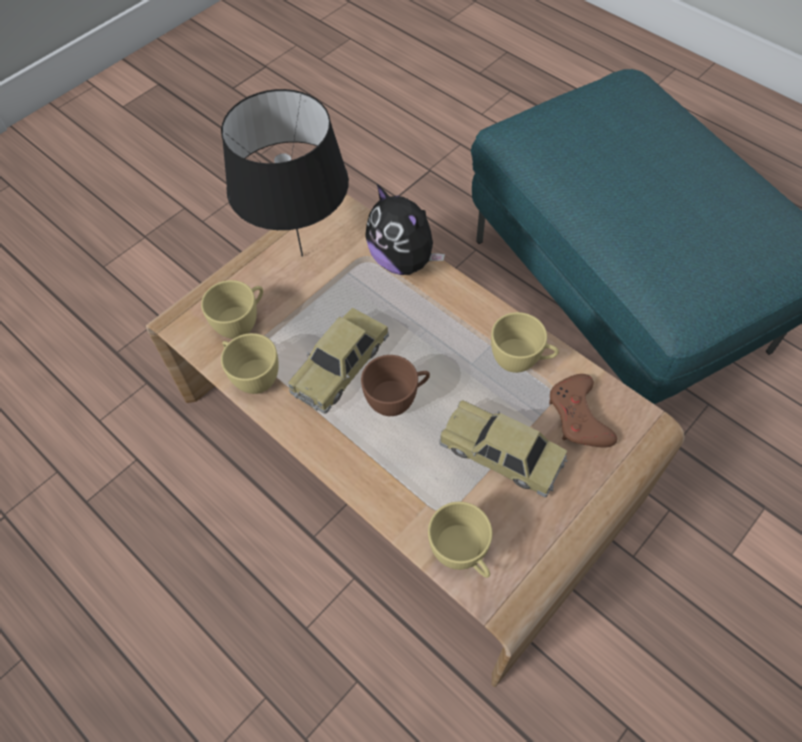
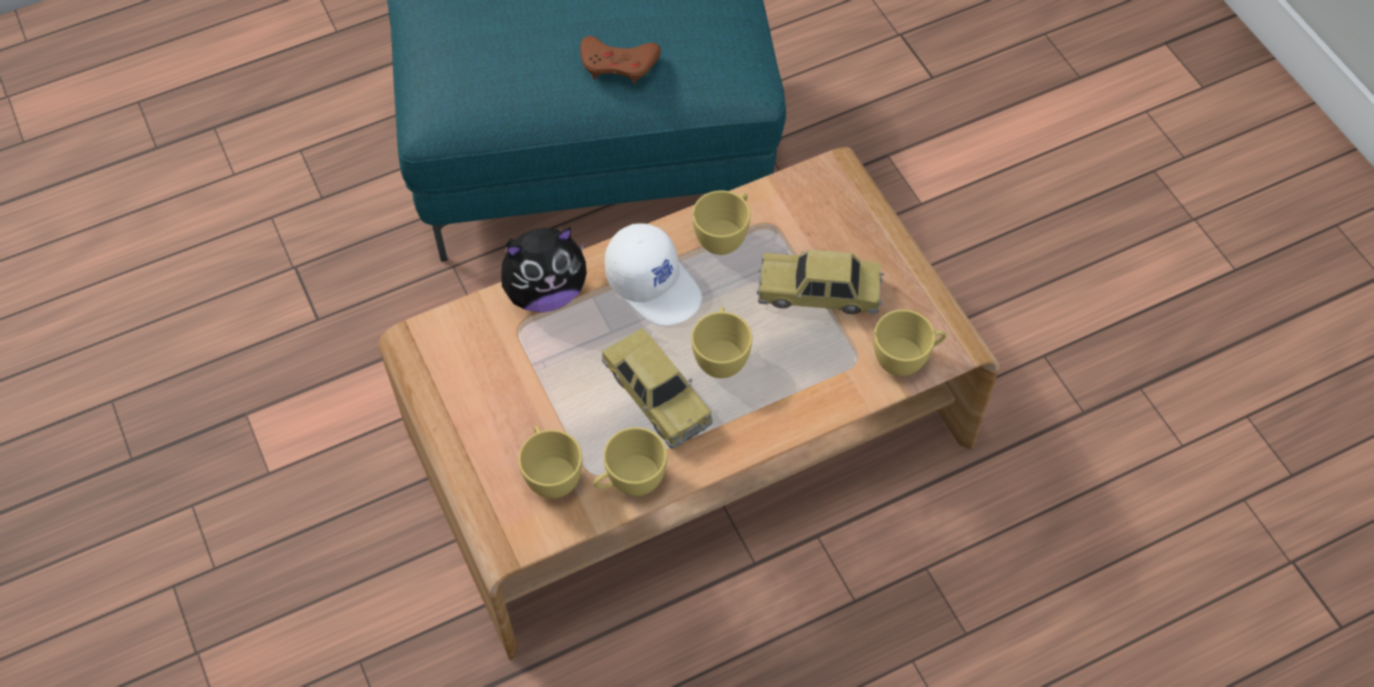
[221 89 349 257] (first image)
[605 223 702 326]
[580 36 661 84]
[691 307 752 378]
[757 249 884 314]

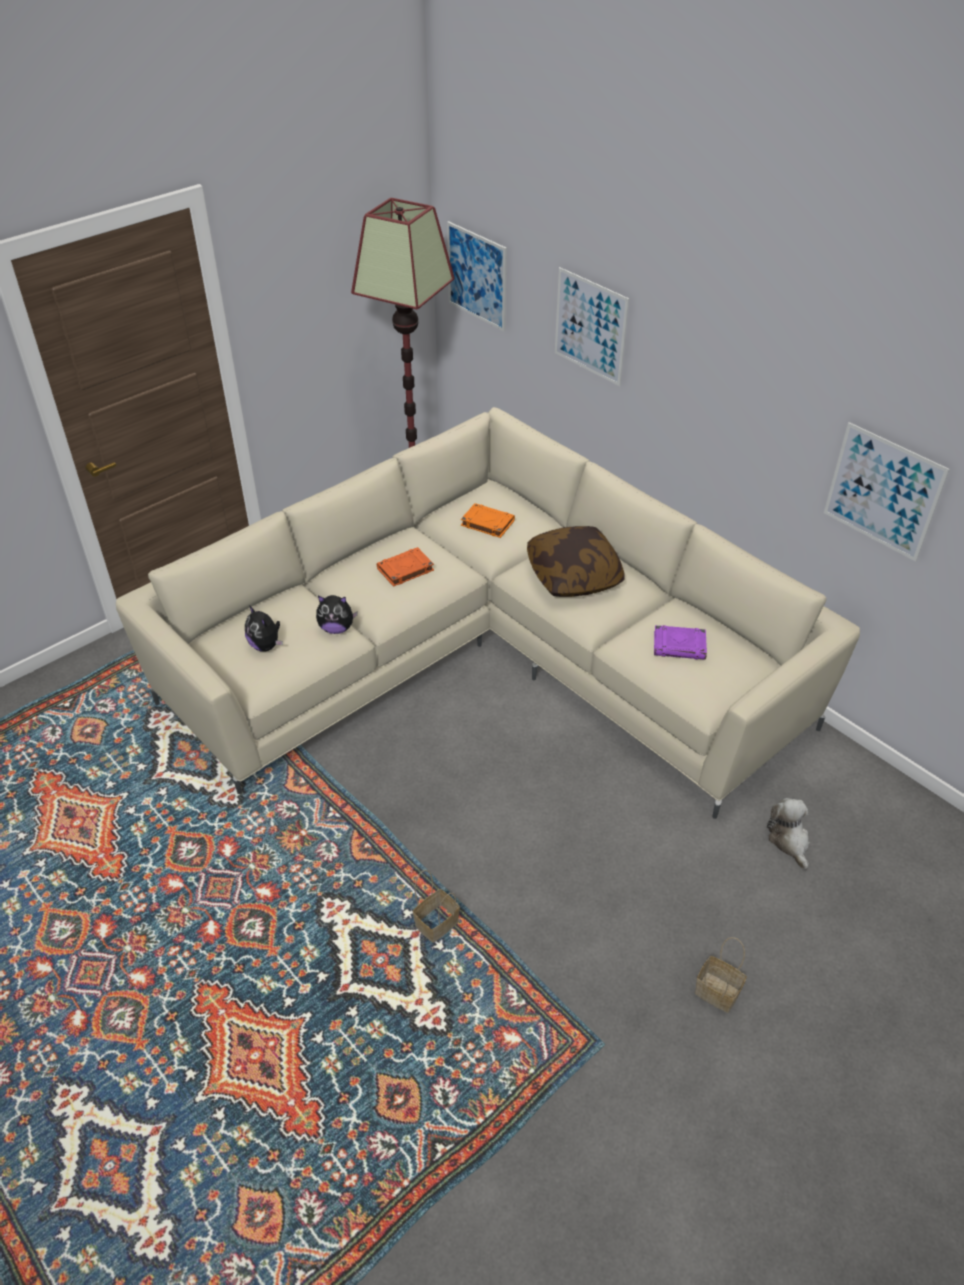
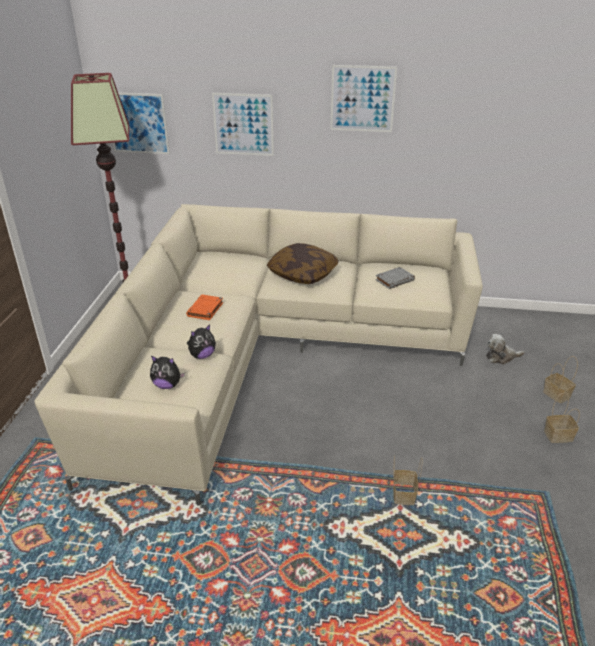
[461 503 515 538] (first image)
[543 356 578 403]
[330 65 397 132]
[375 267 415 289]
[486 334 525 364]

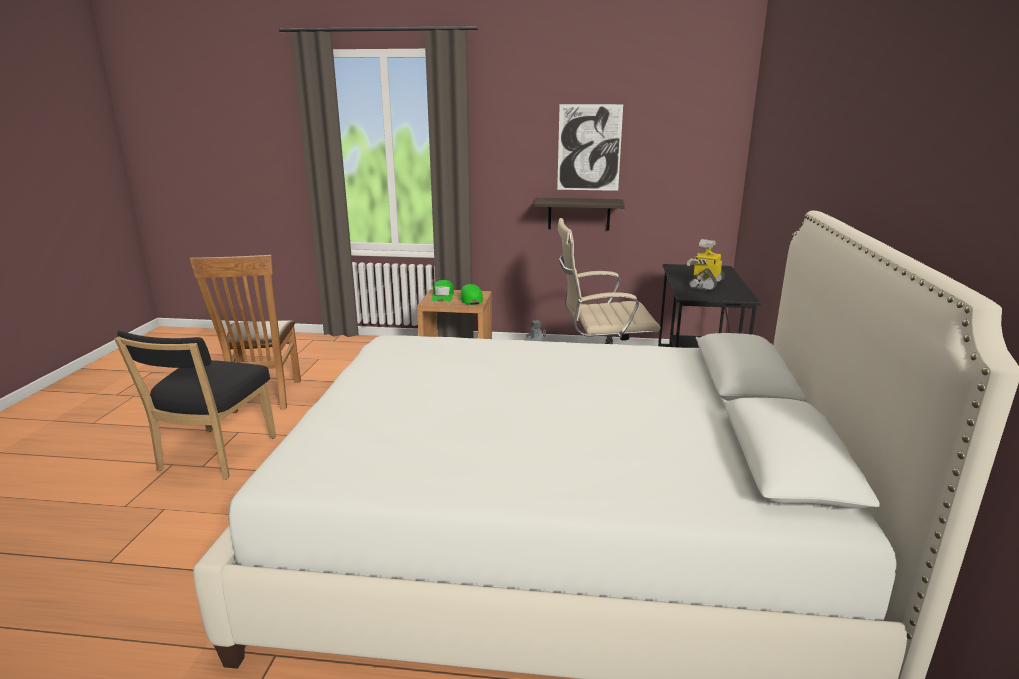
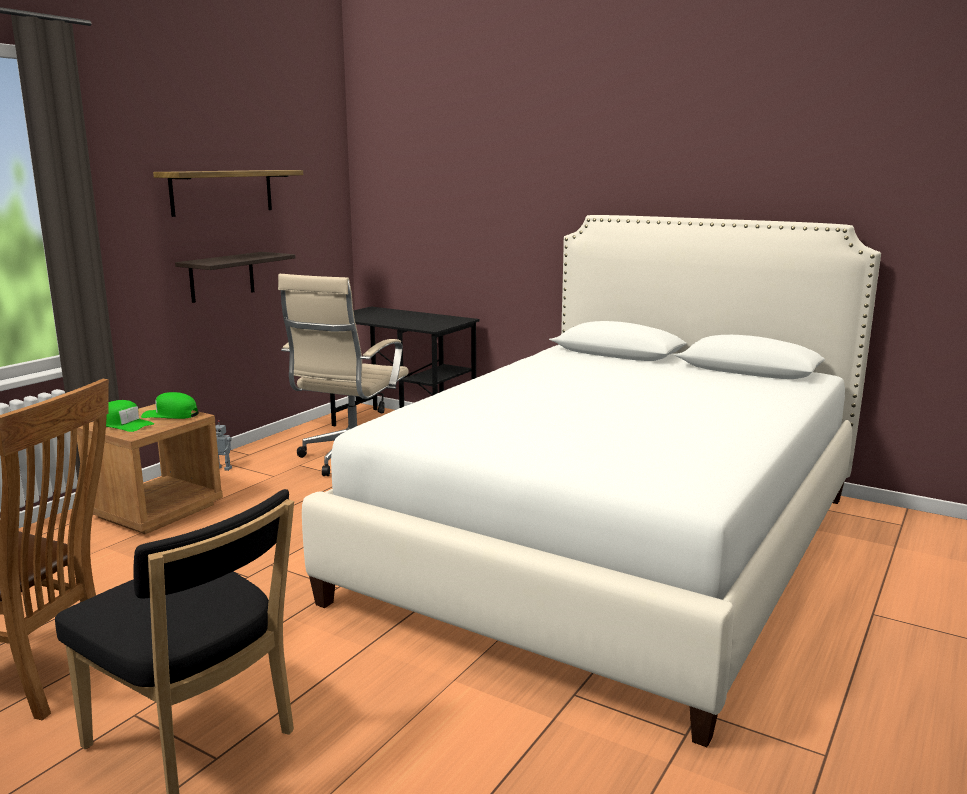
[687 239 724 291] (first image)
[153 170 303 217]

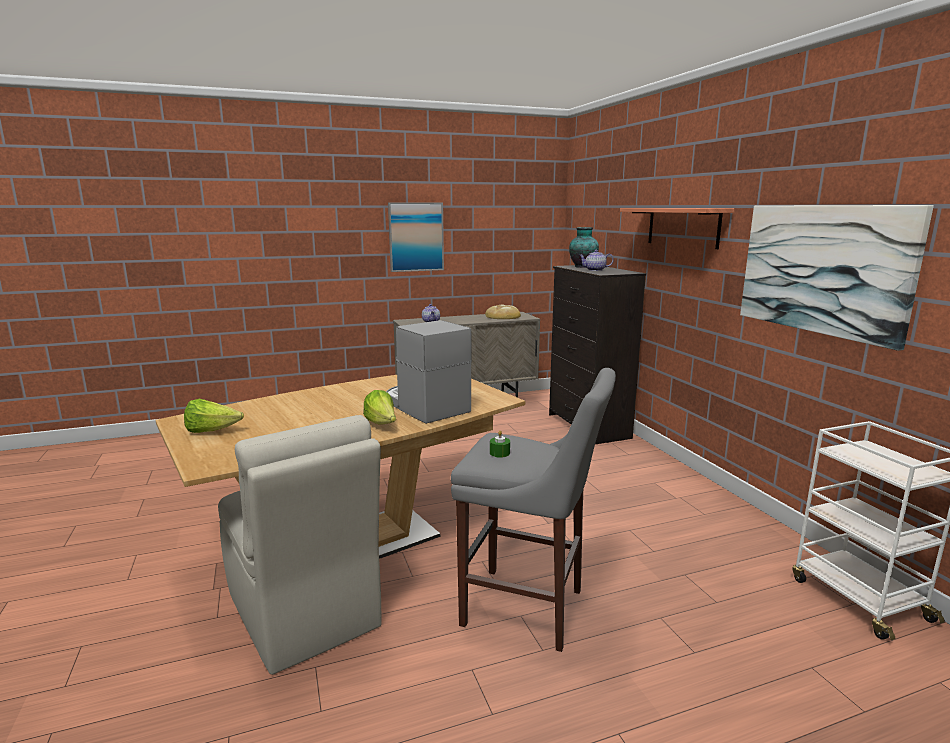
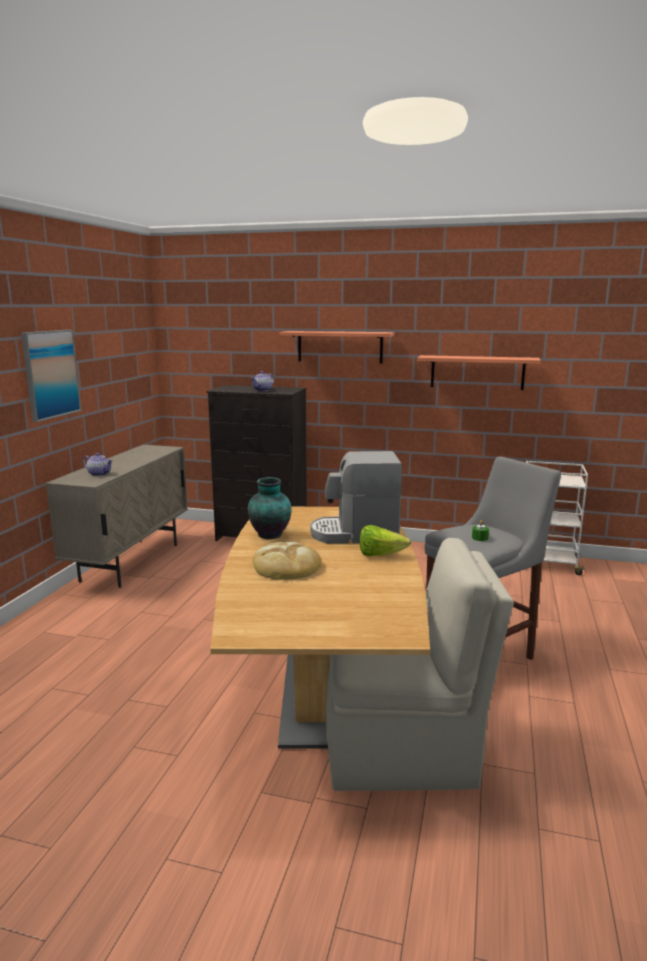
[184 399 244 433] (first image)
[252 542 322 580]
[248 477 291 539]
[417 355 541 390]

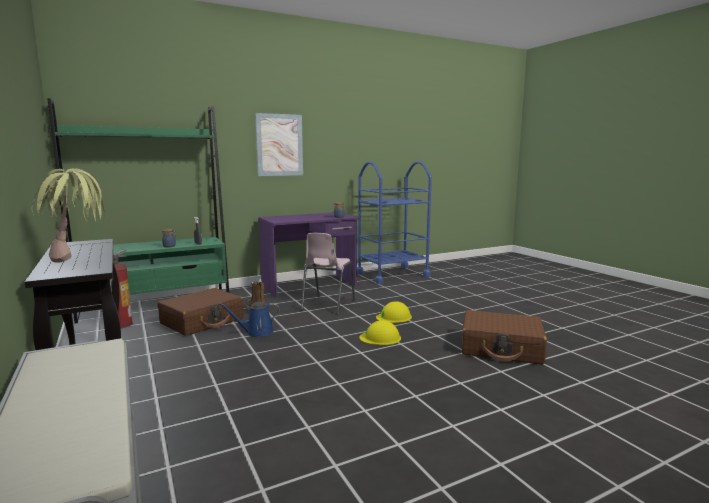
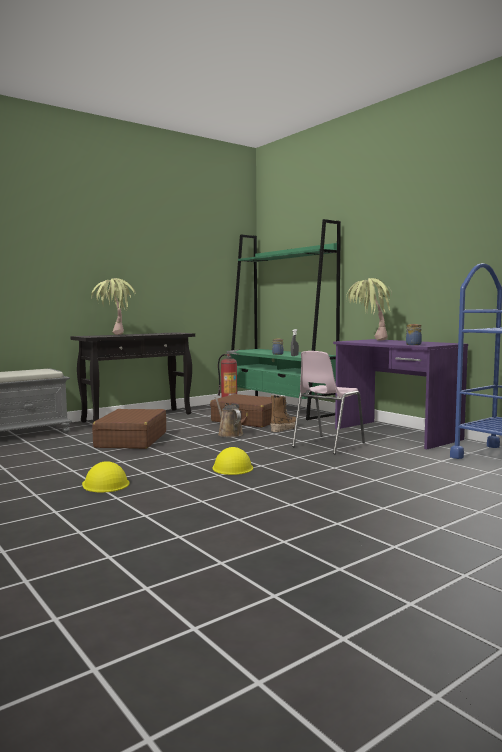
[255 113 303 176] (first image)
[346 278 392 341]
[82 461 129 492]
[92 409 166 449]
[215 397 243 437]
[292 351 365 454]

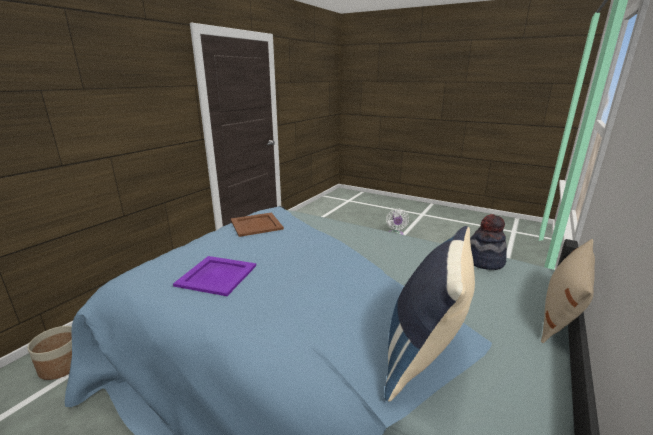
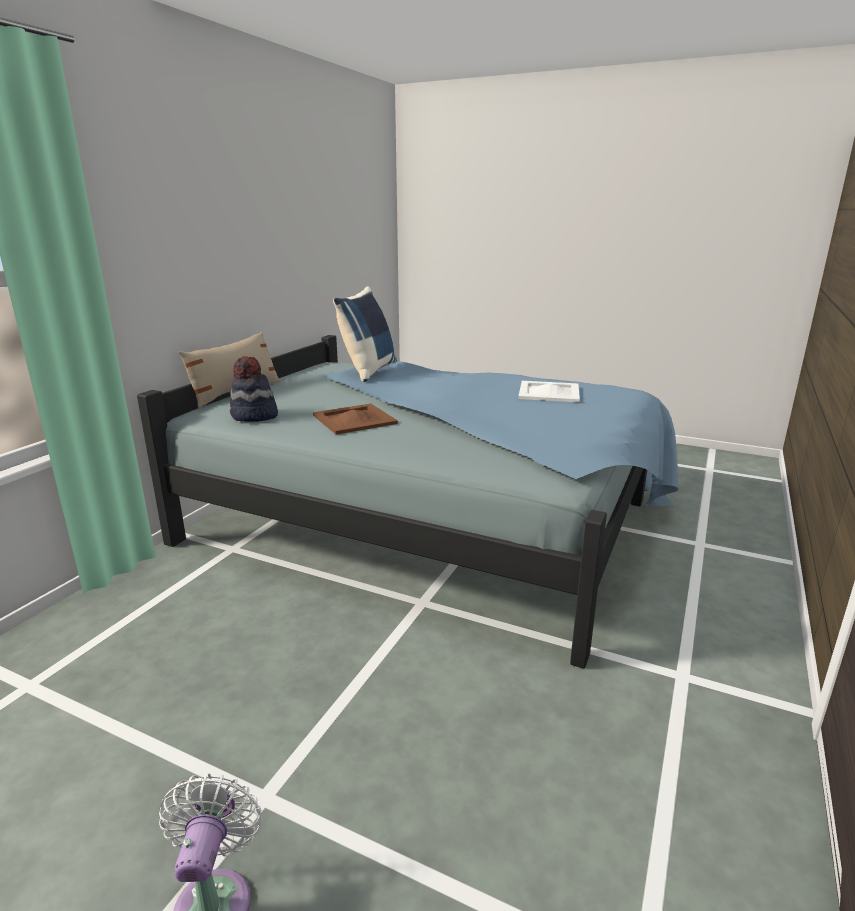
[27 326 72 380] (first image)
[313 404 398 435]
[518 381 580 402]

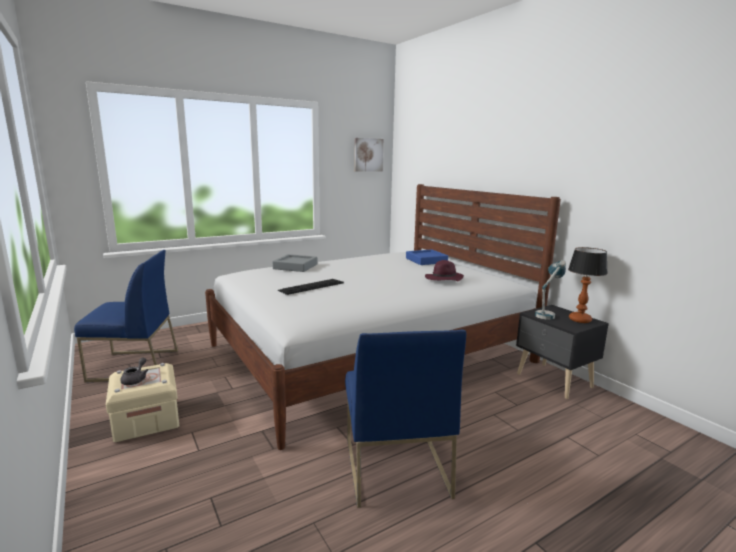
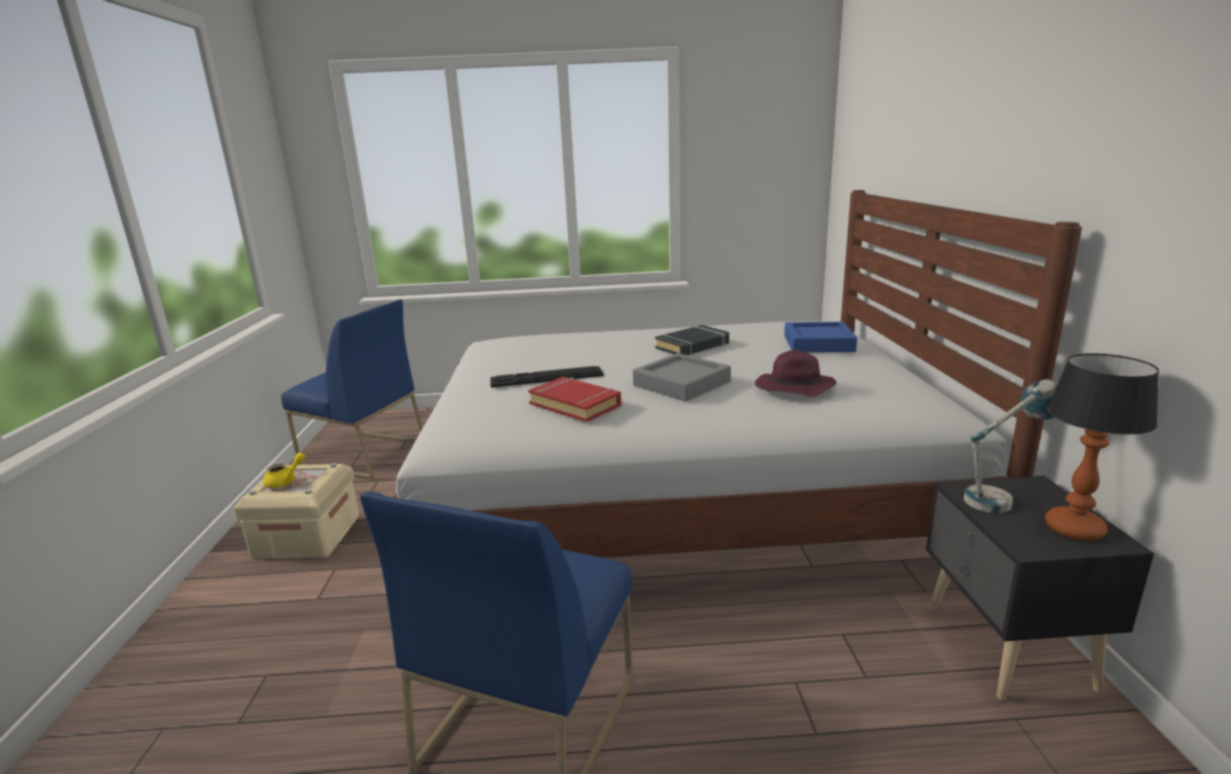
[354 138 383 172] (first image)
[528 377 621 422]
[655 325 729 355]
[633 353 731 401]
[263 453 305 488]

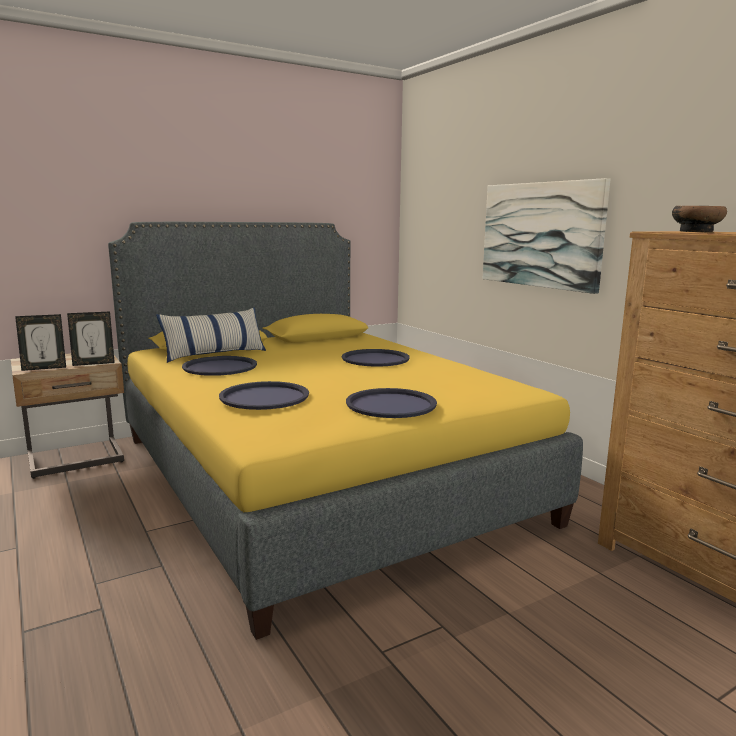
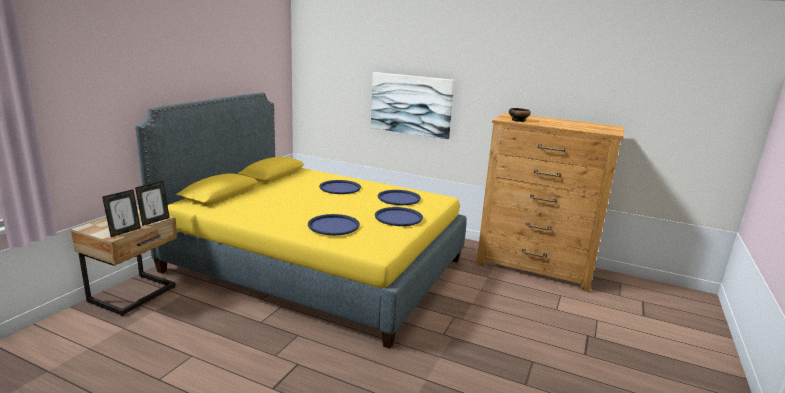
[156 308 266 363] (first image)
[378 190 421 205]

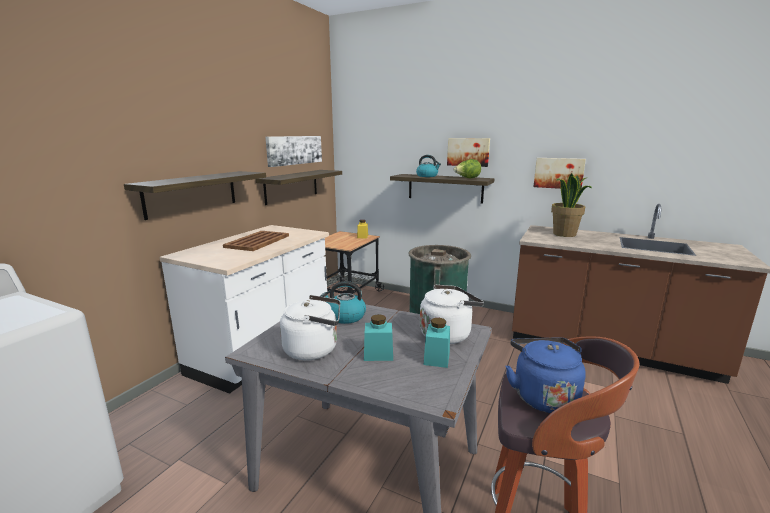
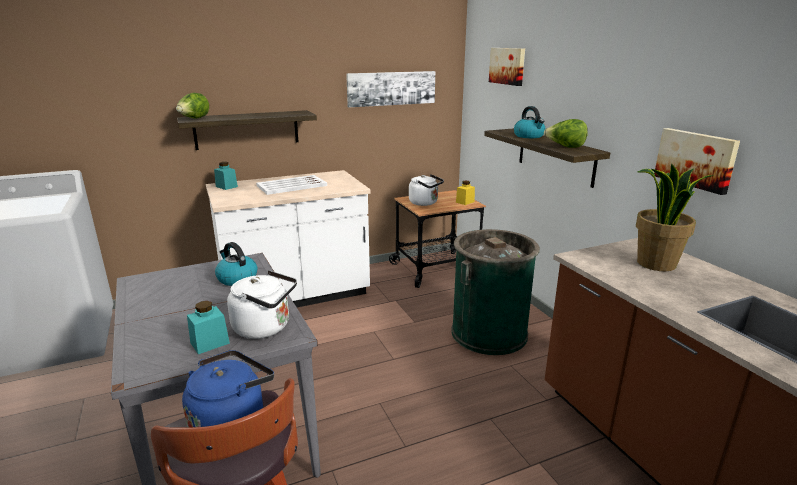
[255 170 342 205] (first image)
[176 93 209 119]
[409 174 444 206]
[214 162 238 190]
[489 48 525 86]
[256 175 327 195]

